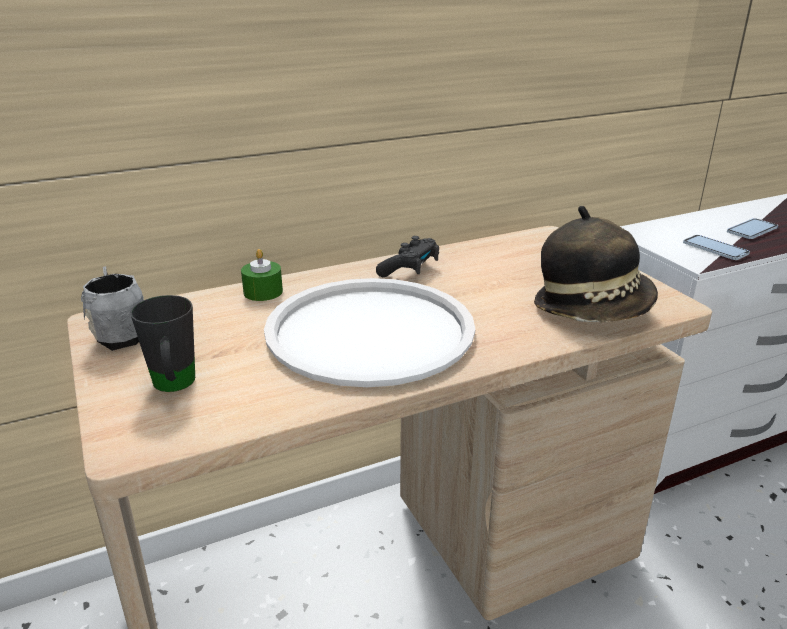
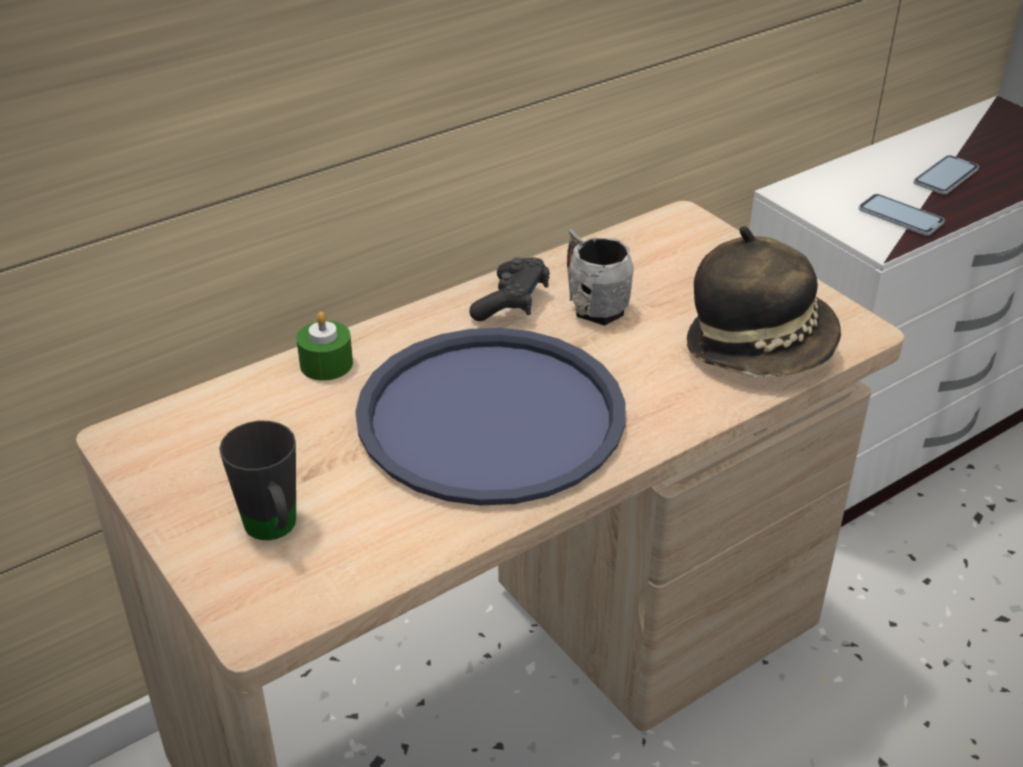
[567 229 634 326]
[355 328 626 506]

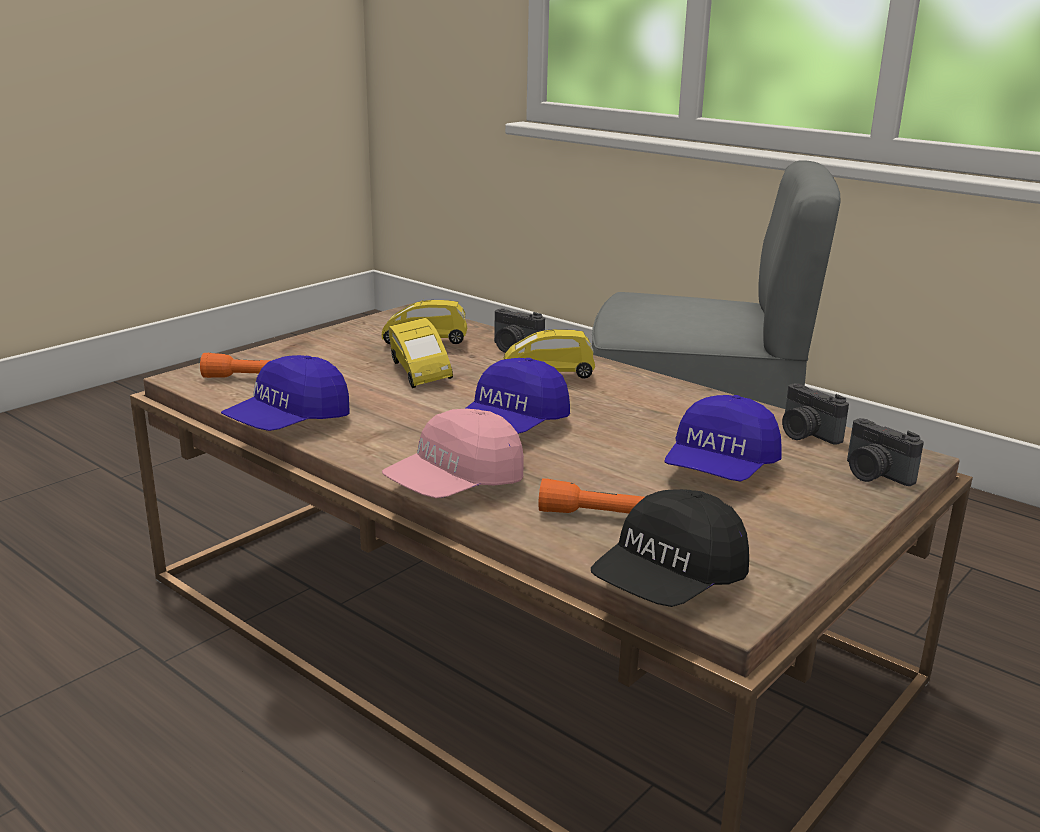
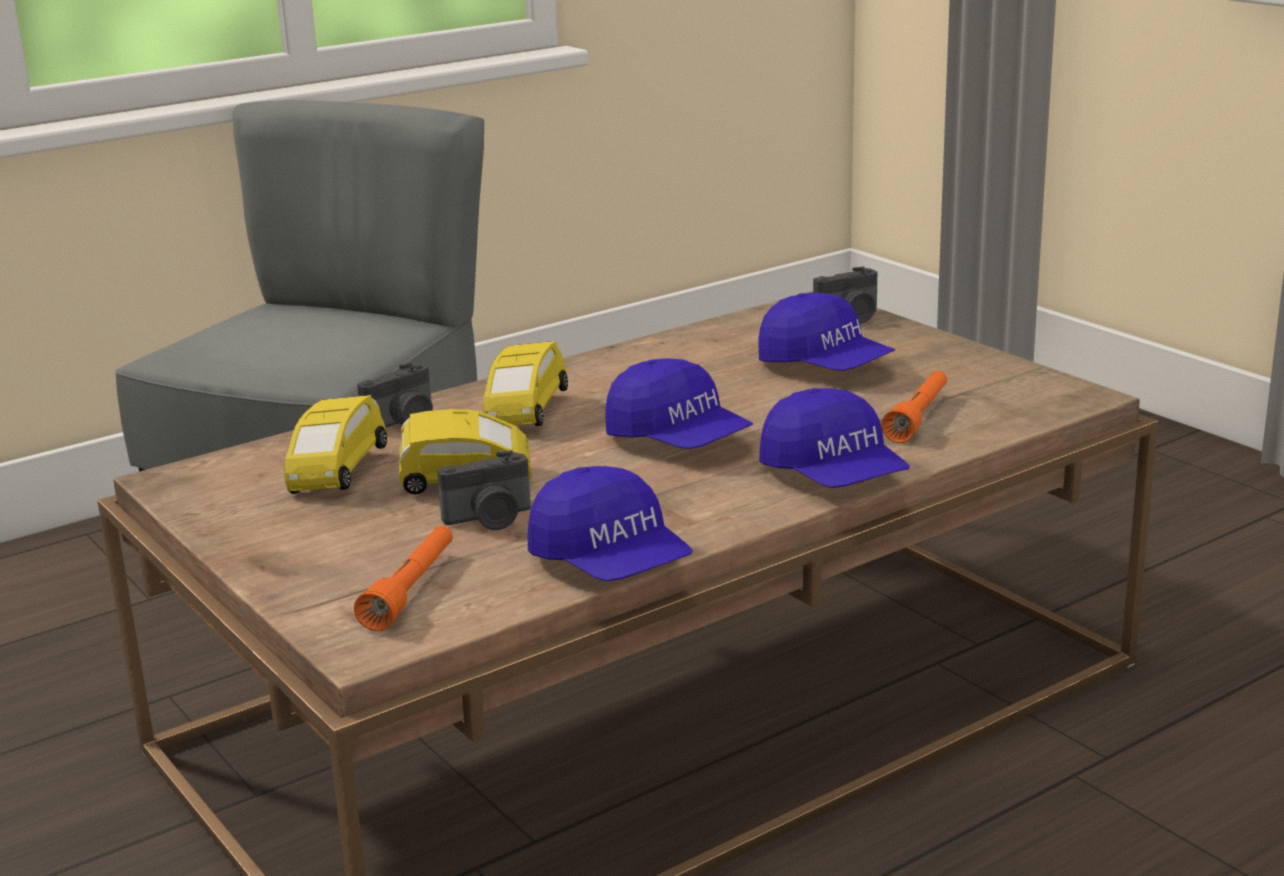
[591 489 749 607] (first image)
[437 450 531 530]
[759 388 910 488]

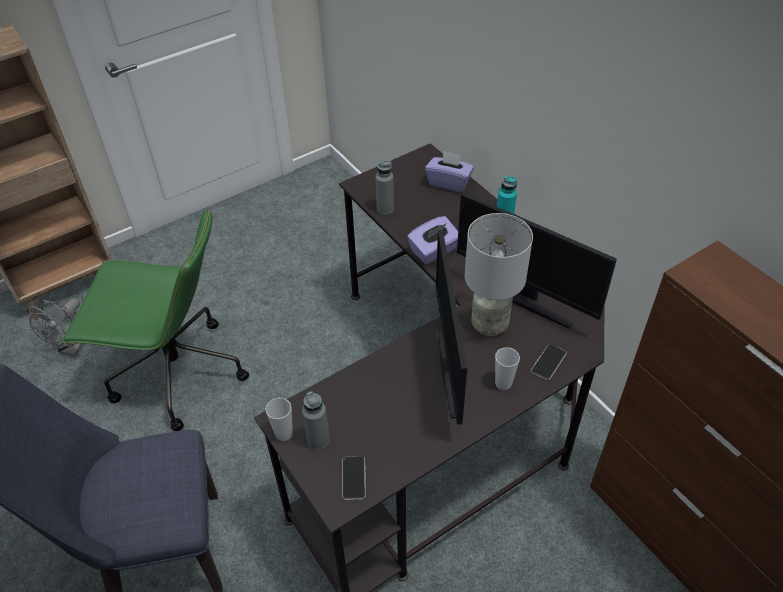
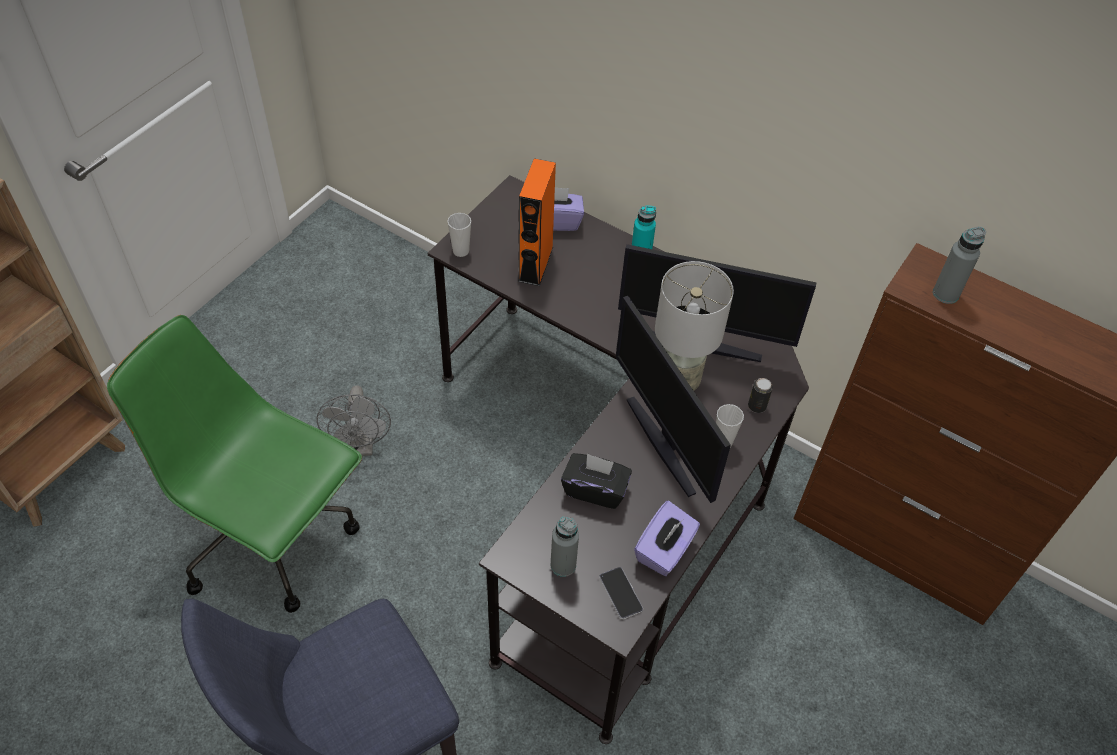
[518 158 556 286]
[561 453 632 509]
[317 385 391 456]
[447 213 471 257]
[933 226 986 304]
[634 501 700 576]
[748 378 773 413]
[107 315 362 613]

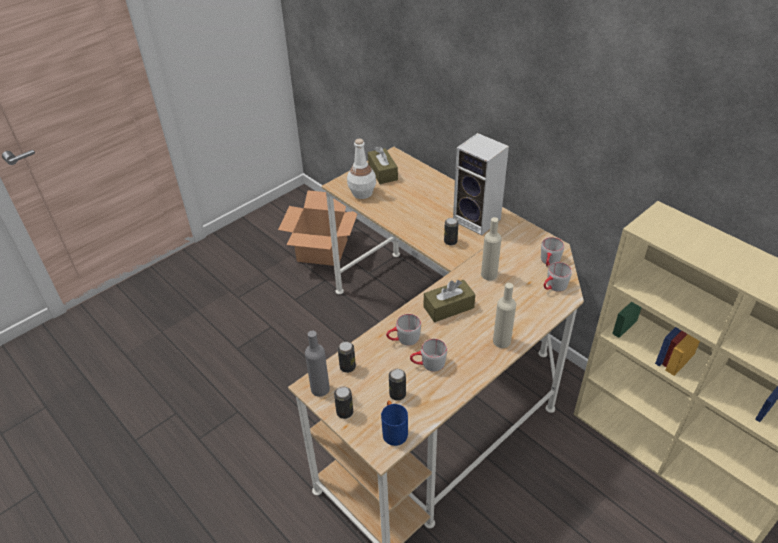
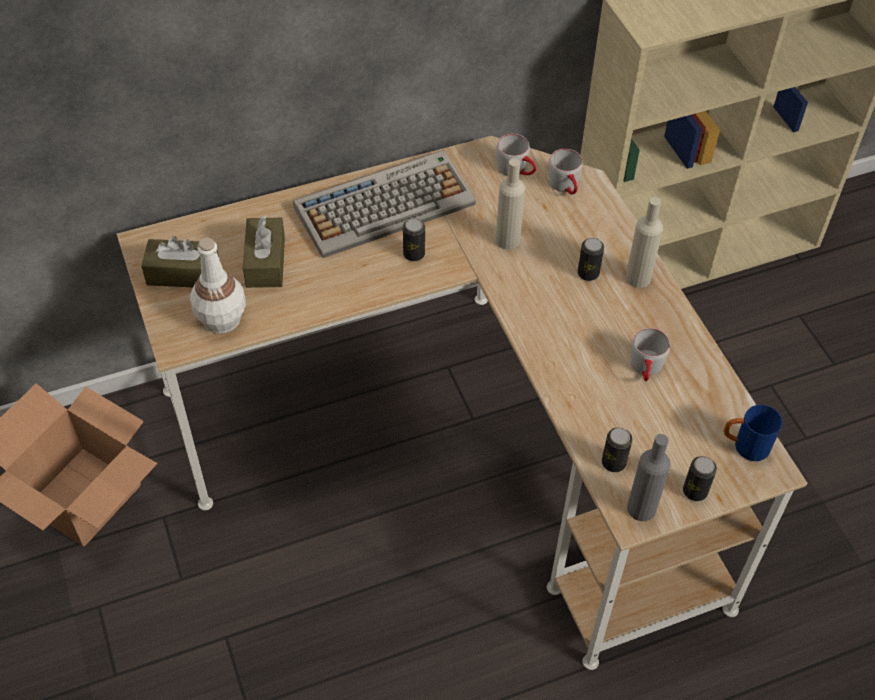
[386 314 421 345] (first image)
[578 238 604 281]
[243 216 285 288]
[293 150 476 258]

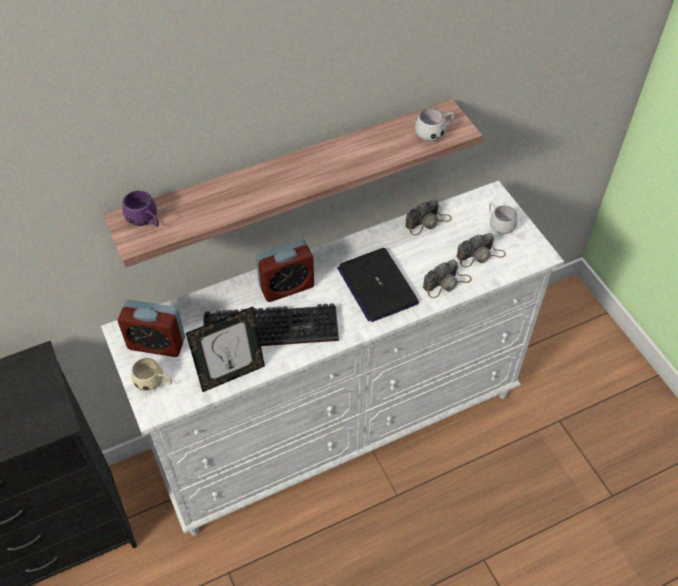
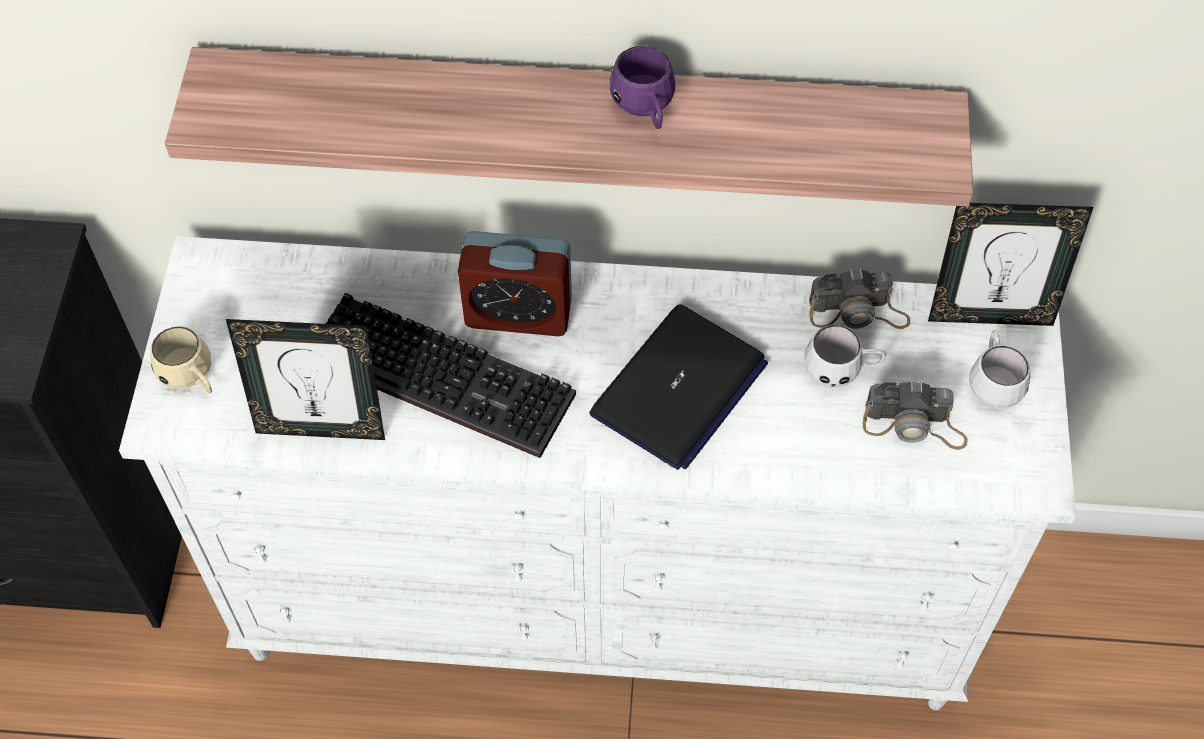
[118 300 185 357] (first image)
[423 260 472 298] (first image)
[928 203 1093 326]
[610 46 675 129]
[804 325 886 387]
[589 304 768 470]

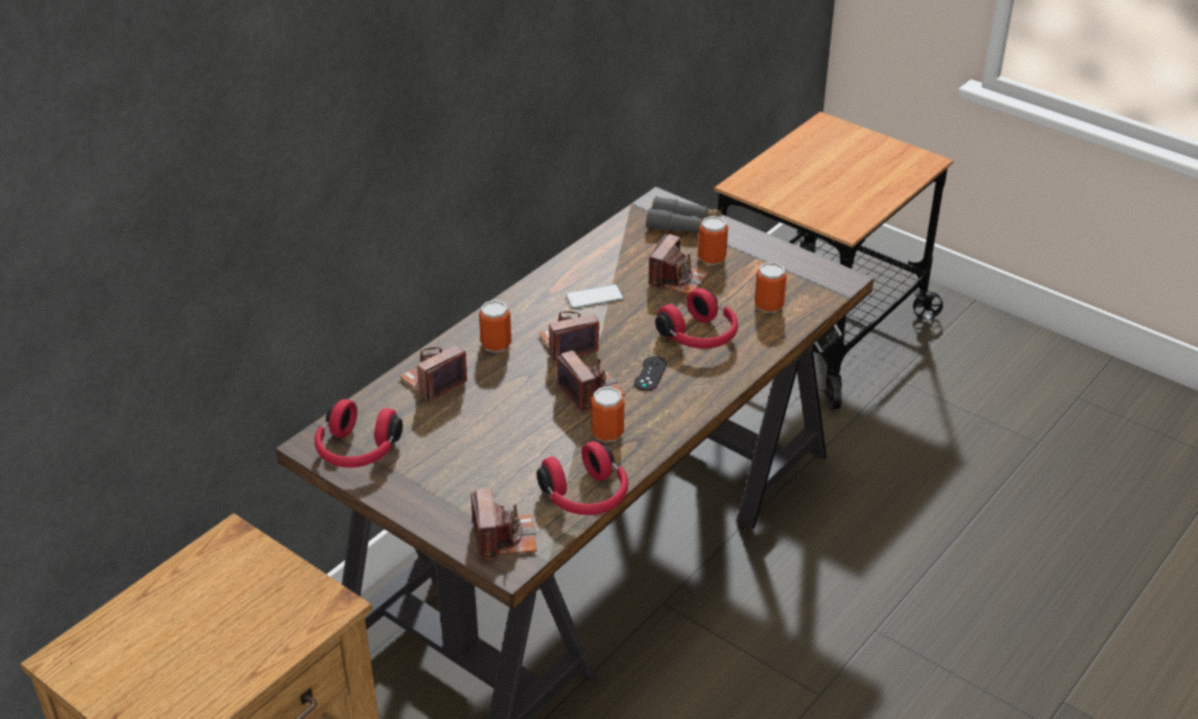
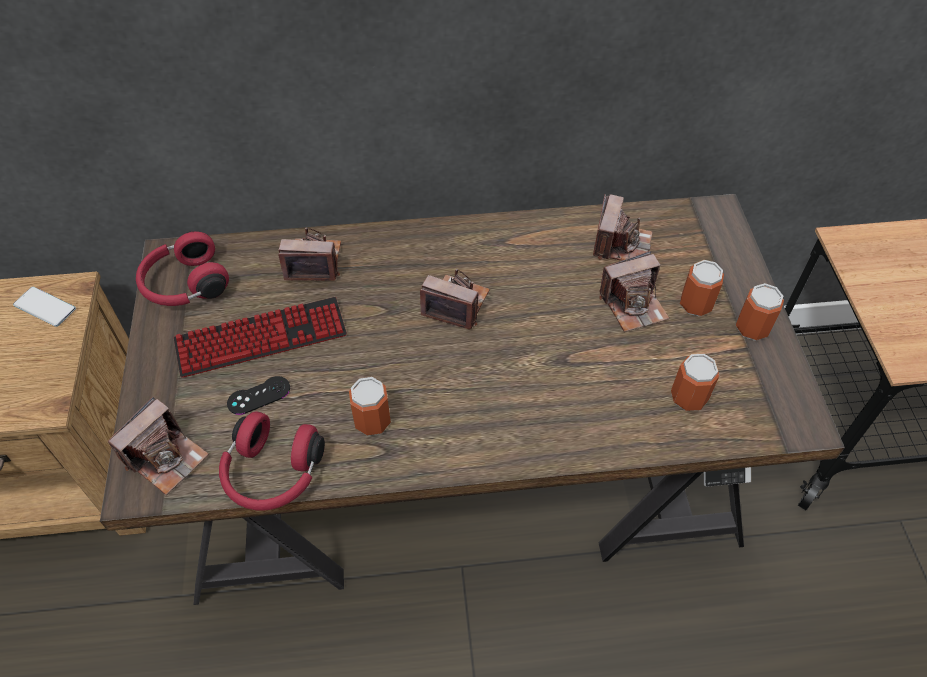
[646 196 722 233] (first image)
[655 288 738 349] (first image)
[174 297 347 378]
[736 283 784 341]
[593 194 653 260]
[13 287 76 327]
[227 376 290 415]

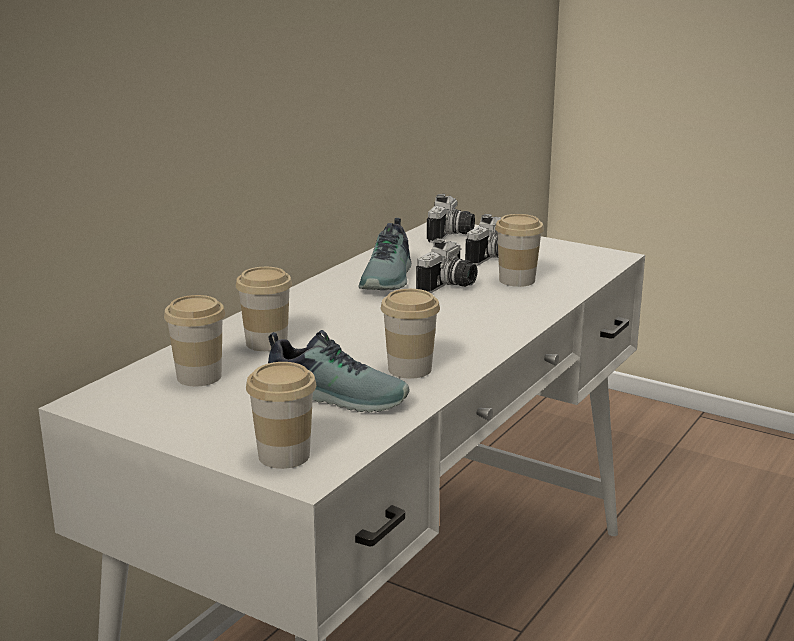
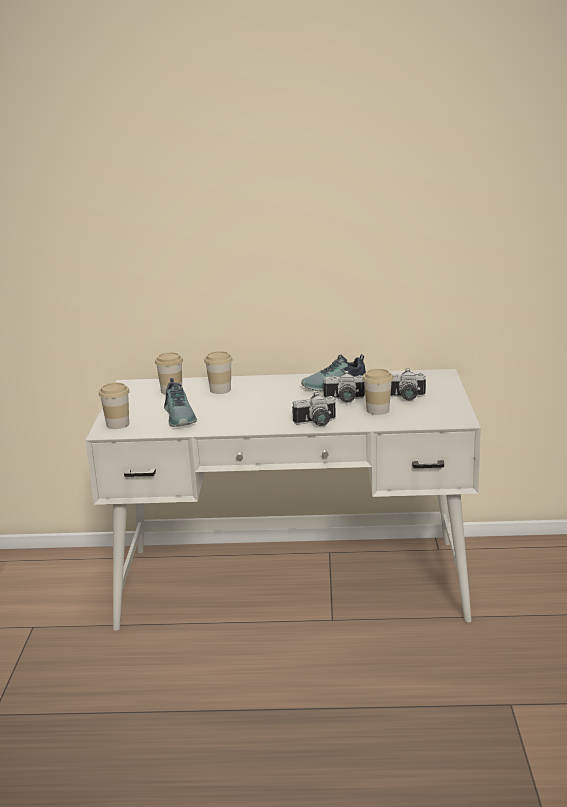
[381 289 440 379] (first image)
[292 392 336 426]

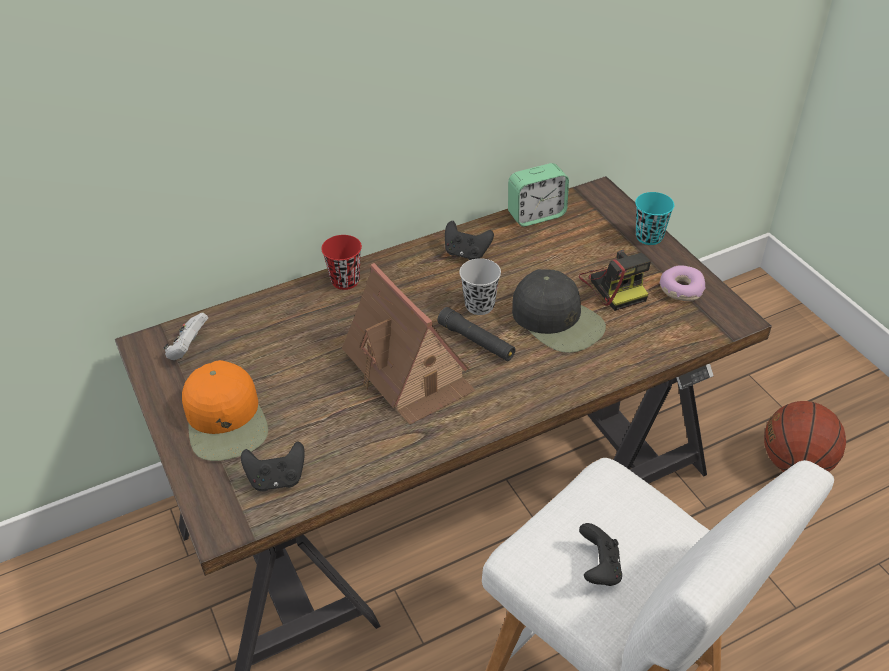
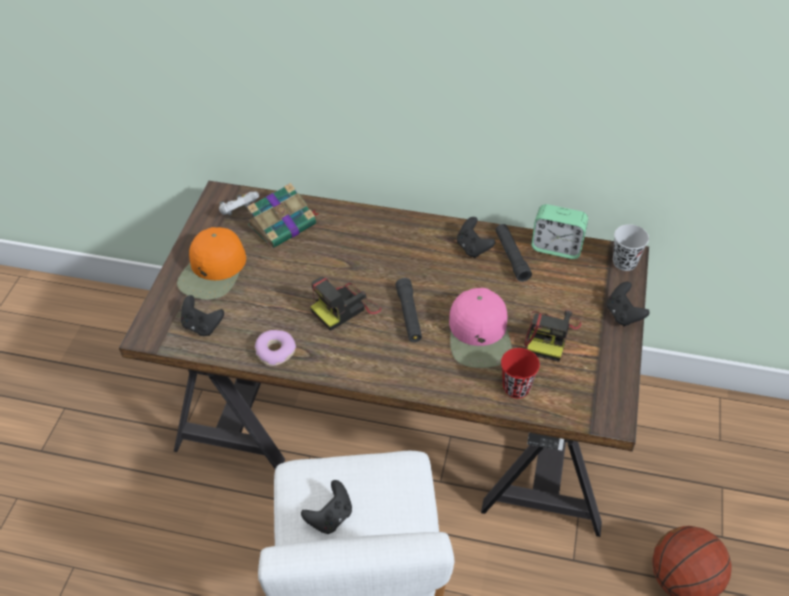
[246 183 320 248]
[495 224 532 282]
[501 348 540 398]
[613 224 649 271]
[255 330 296 366]
[310 277 382 331]
[607 282 649 326]
[449 288 512 368]

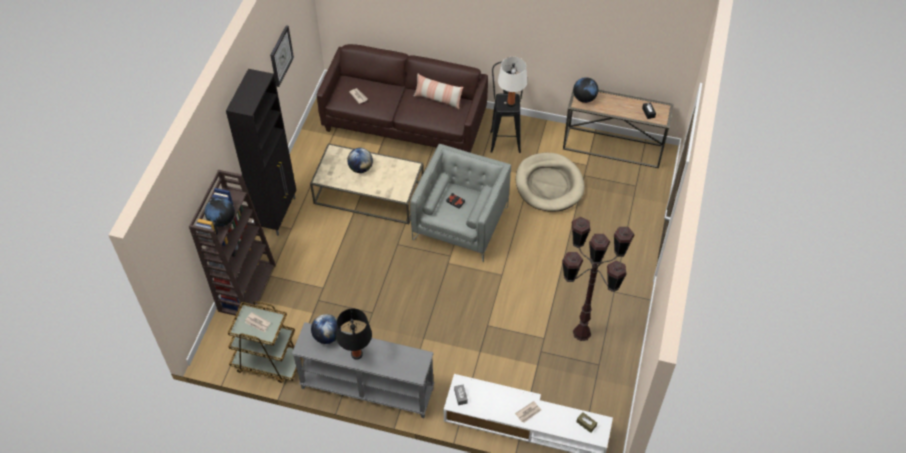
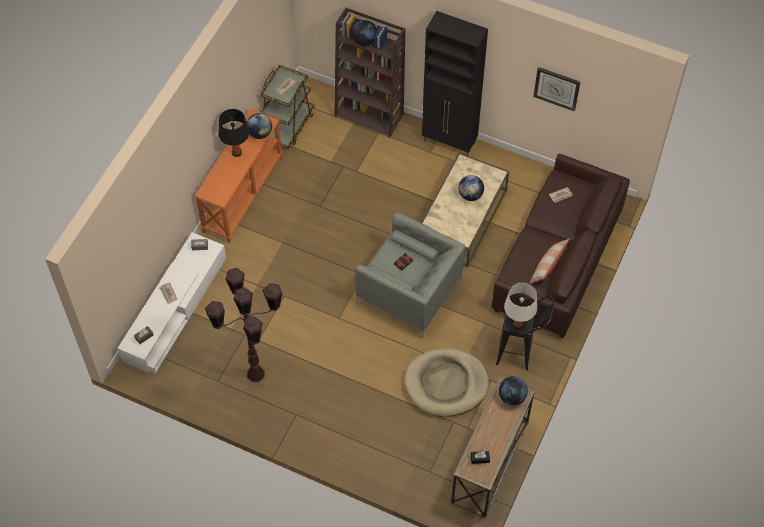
[195 109 283 243]

